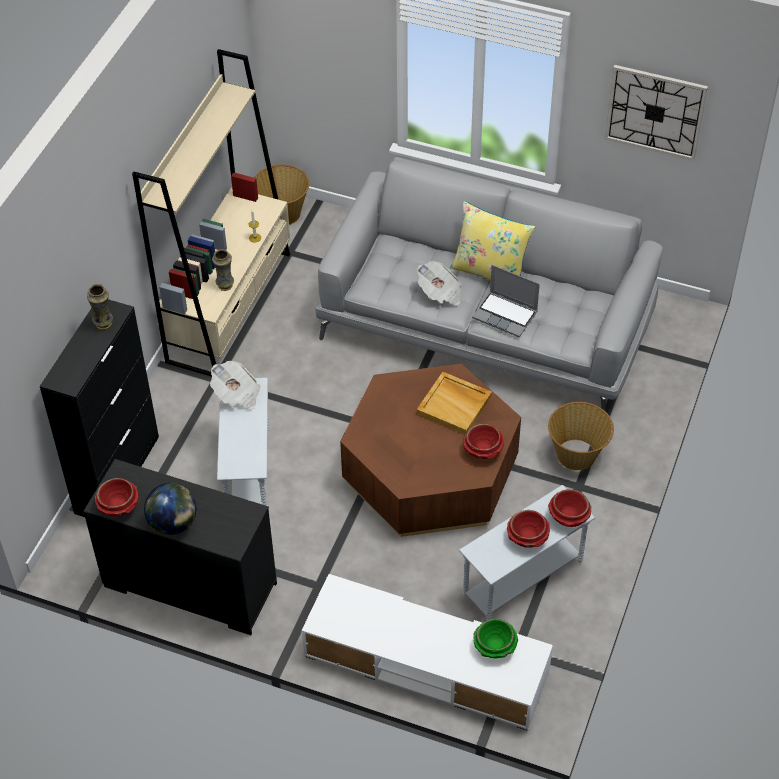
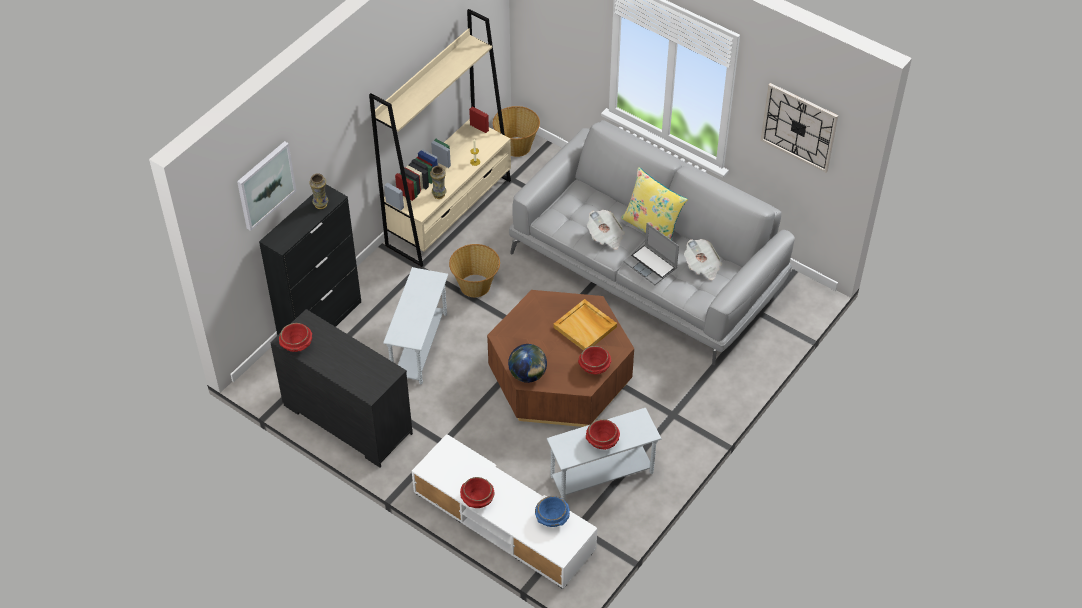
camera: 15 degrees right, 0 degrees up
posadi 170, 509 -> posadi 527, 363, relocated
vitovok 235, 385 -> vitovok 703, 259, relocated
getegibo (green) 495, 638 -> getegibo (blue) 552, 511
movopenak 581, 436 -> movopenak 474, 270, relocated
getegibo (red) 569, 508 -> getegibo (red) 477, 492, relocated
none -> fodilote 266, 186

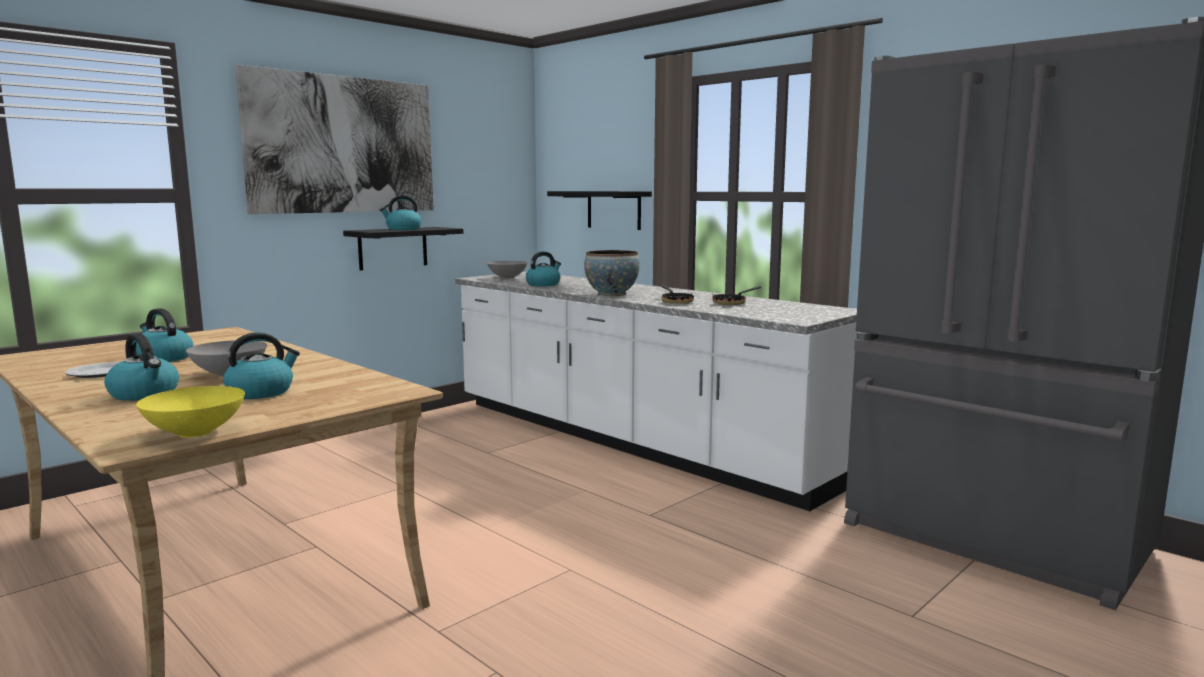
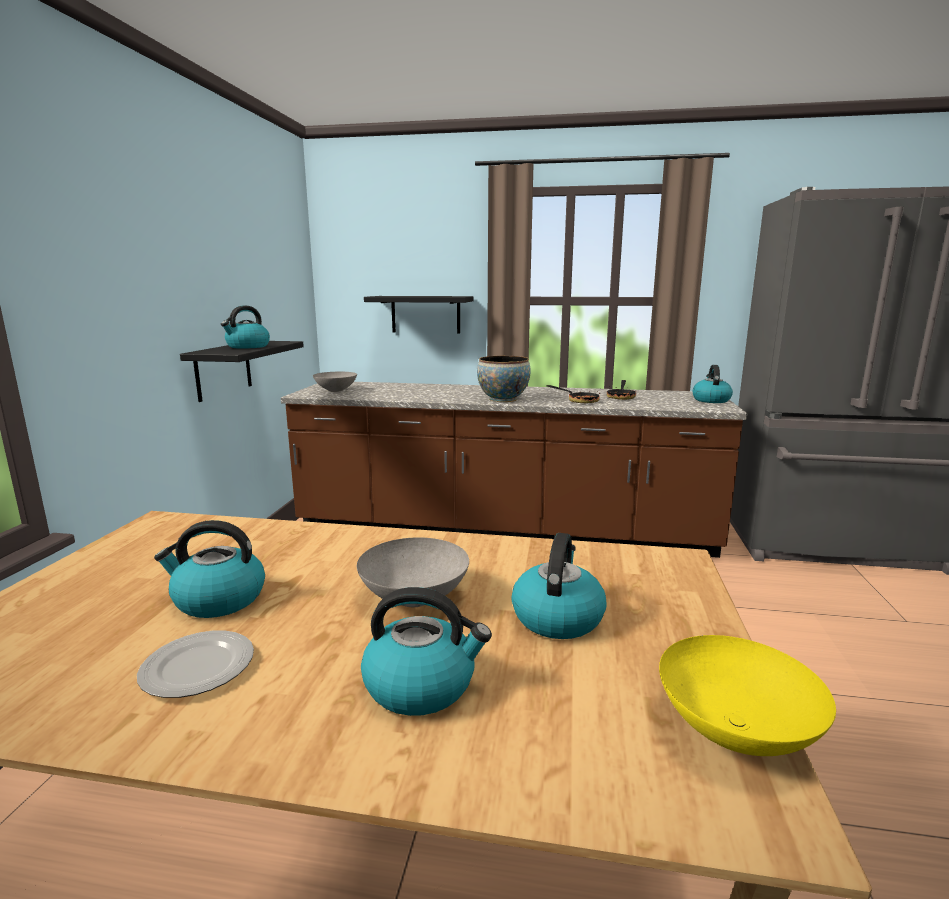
camera: 35 degrees left, 5 degrees up
fodilote 334, 139 -> none
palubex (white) 656, 391 -> palubex (brown) 514, 470
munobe 543, 268 -> munobe 713, 384, relocated

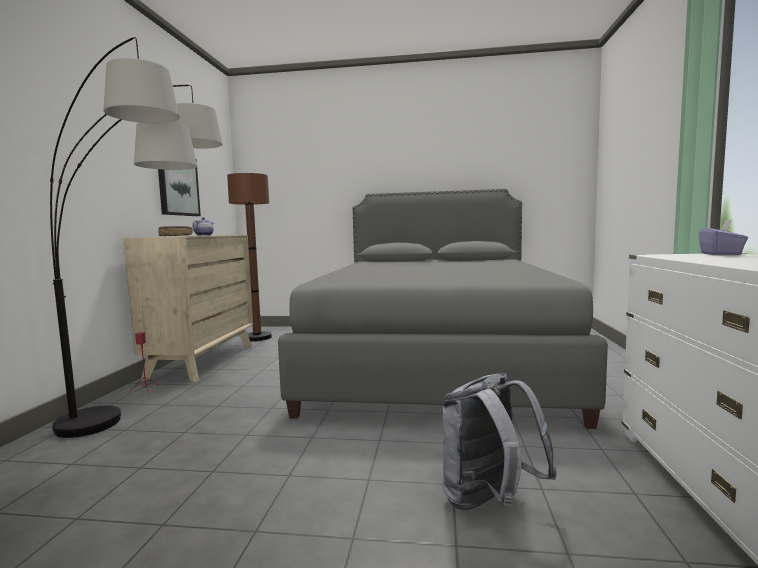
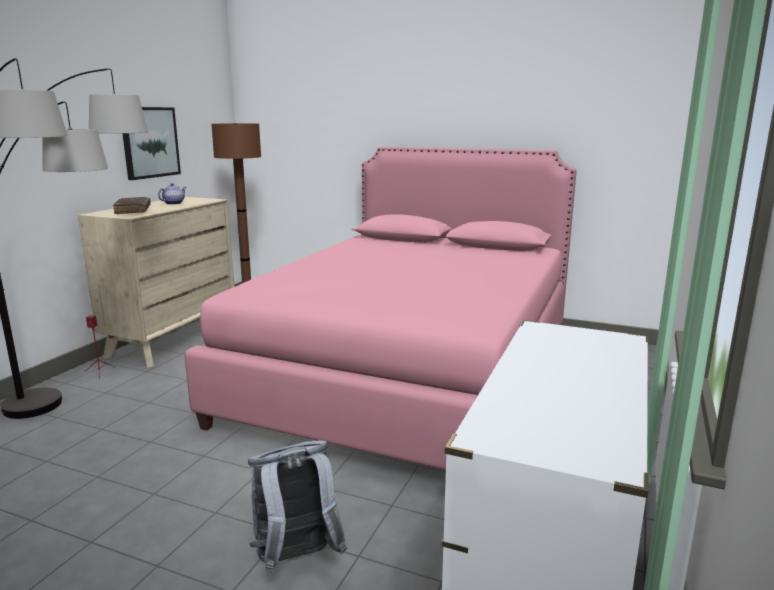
camera: 15 degrees right, 10 degrees up
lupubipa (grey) 443, 309 -> lupubipa (pink) 381, 308
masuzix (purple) 723, 237 -> none

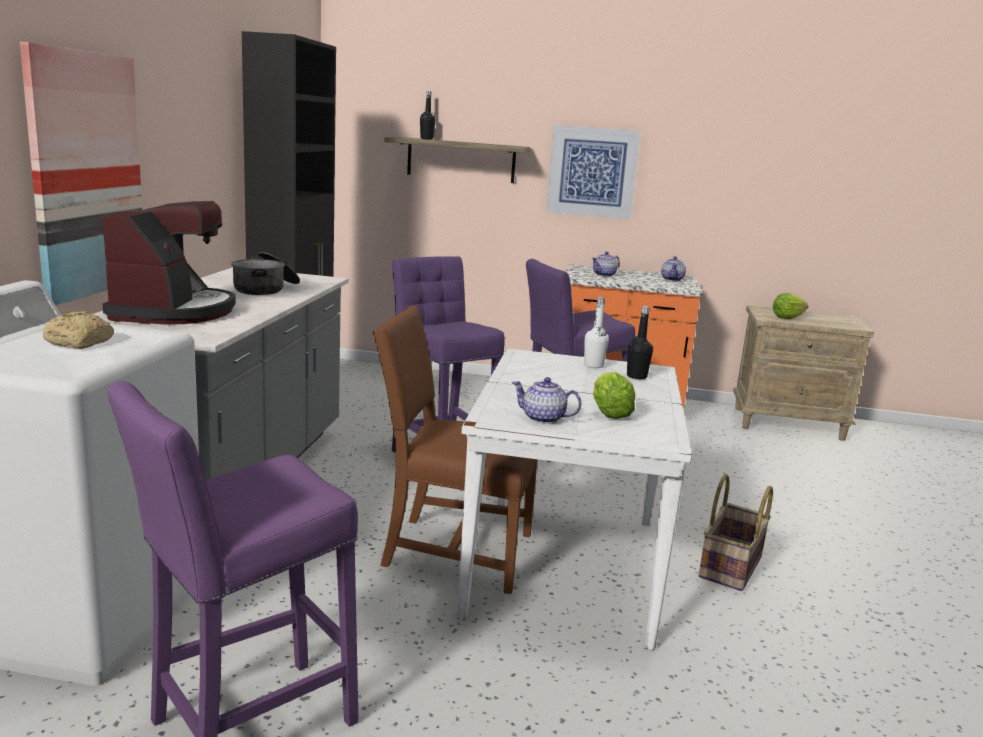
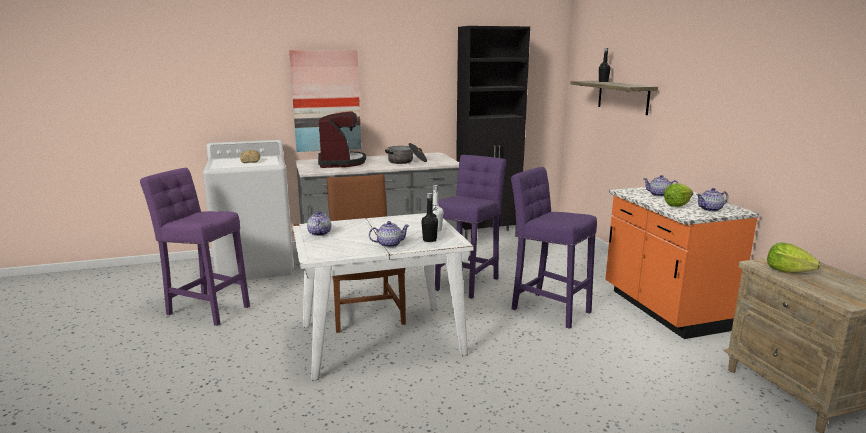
camera: 65 degrees right, 0 degrees up
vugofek 169, 263 -> vugofek 342, 140, 75 degrees counterclockwise
fodilote 593, 172 -> none
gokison 614, 395 -> gokison 678, 195, relocated
movopenak 736, 532 -> none
none -> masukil 389, 234

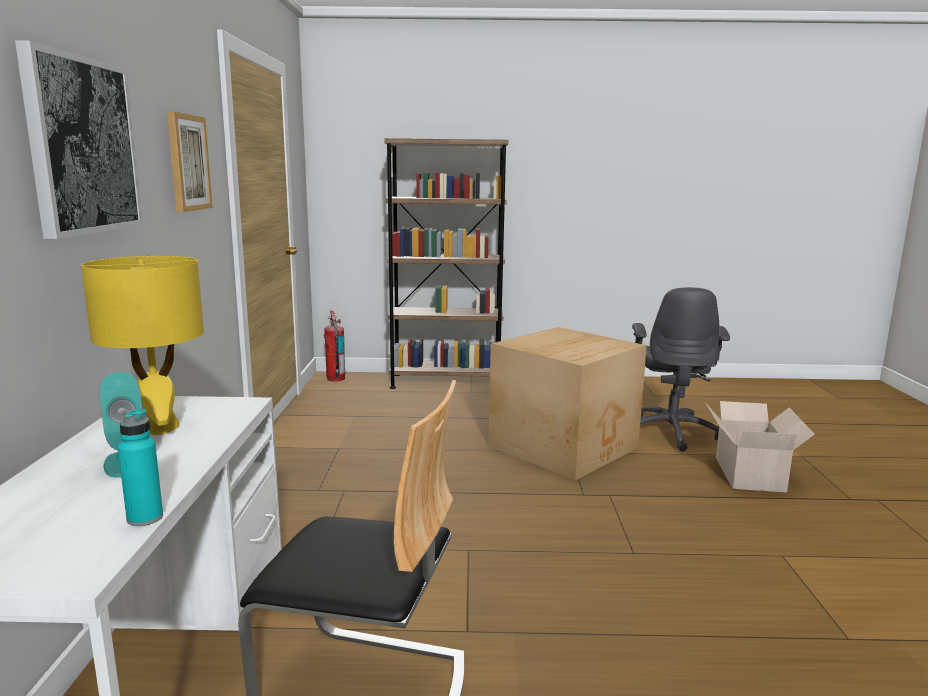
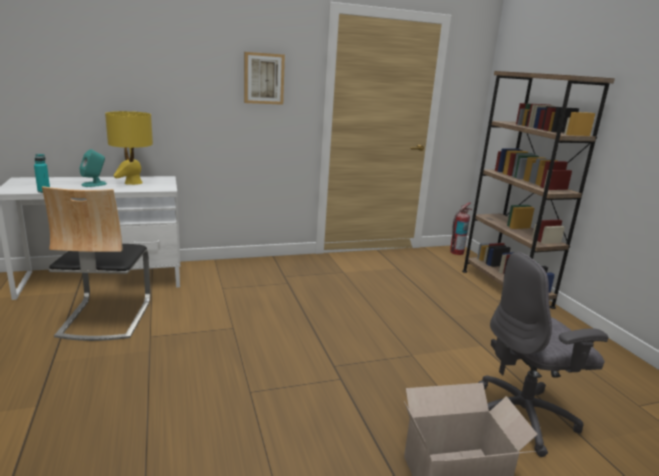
camera: 70 degrees right, 5 degrees up
fodilote 79, 139 -> none
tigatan 567, 403 -> none

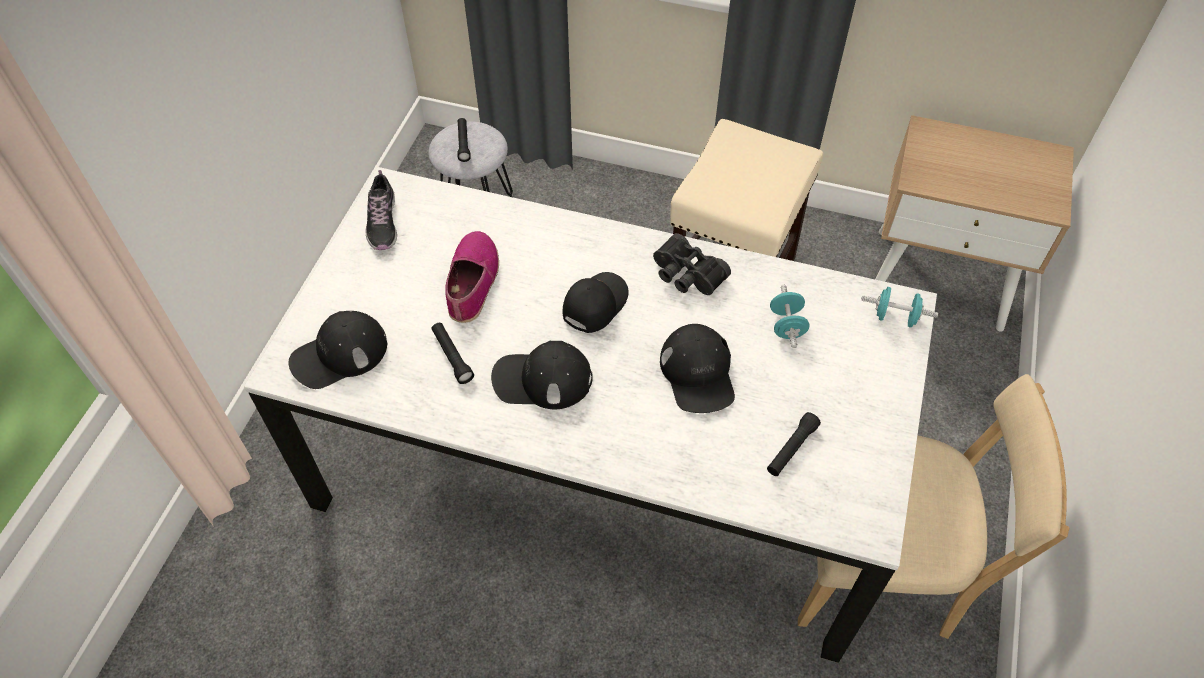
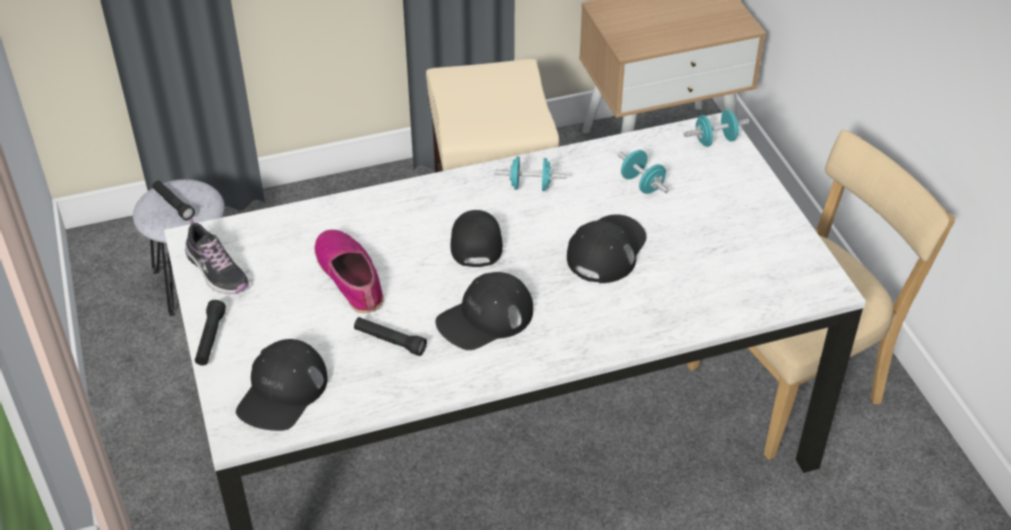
camera: 35 degrees left, 10 degrees down
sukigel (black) 692, 264 -> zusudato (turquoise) 531, 173
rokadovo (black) 697, 368 -> rokadovo (black) 606, 248, 105 degrees counterclockwise
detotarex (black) 794, 444 -> detotarex (black) 210, 333, relocated

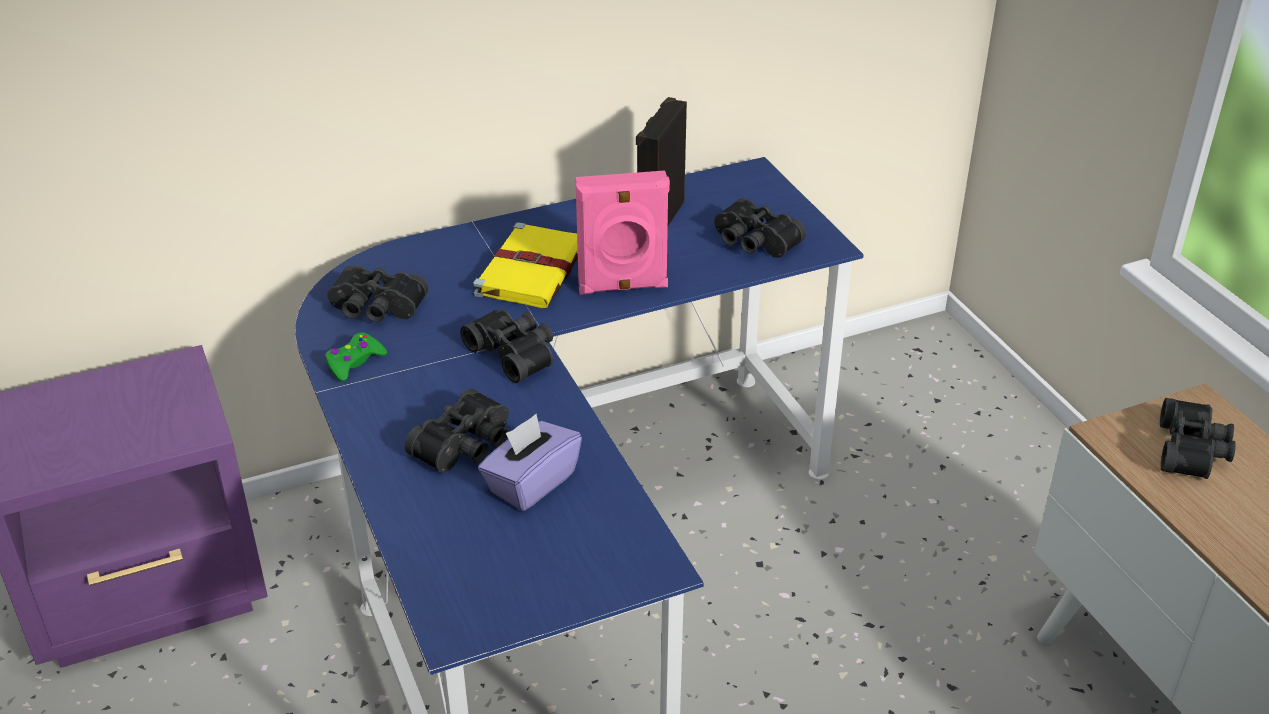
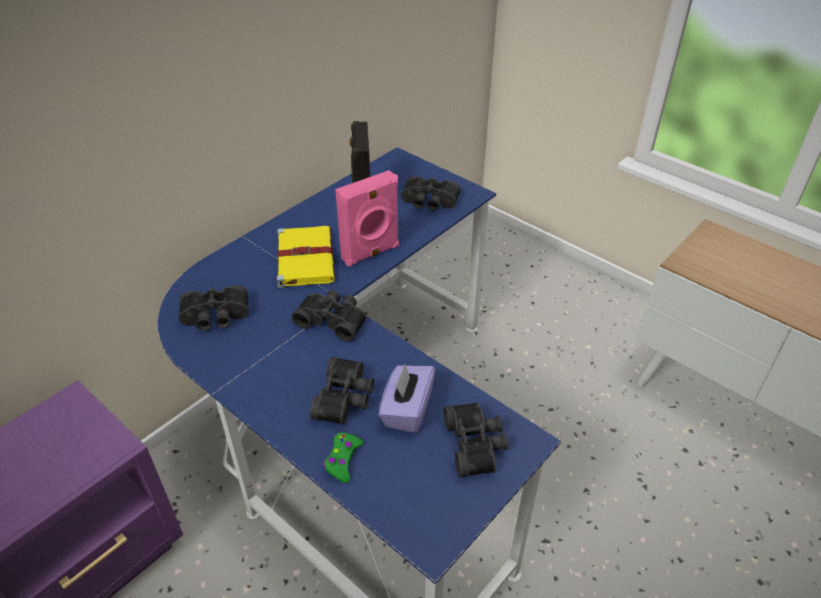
camera: 25 degrees left, 5 degrees up
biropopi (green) 356, 357 -> biropopi (green) 343, 458, relocated
sukigel (black) 1198, 438 -> sukigel (black) 476, 439, relocated

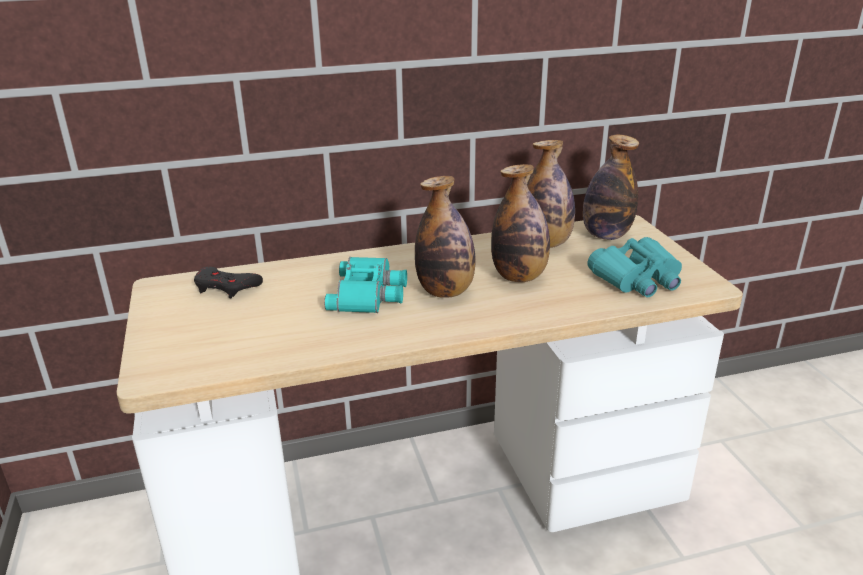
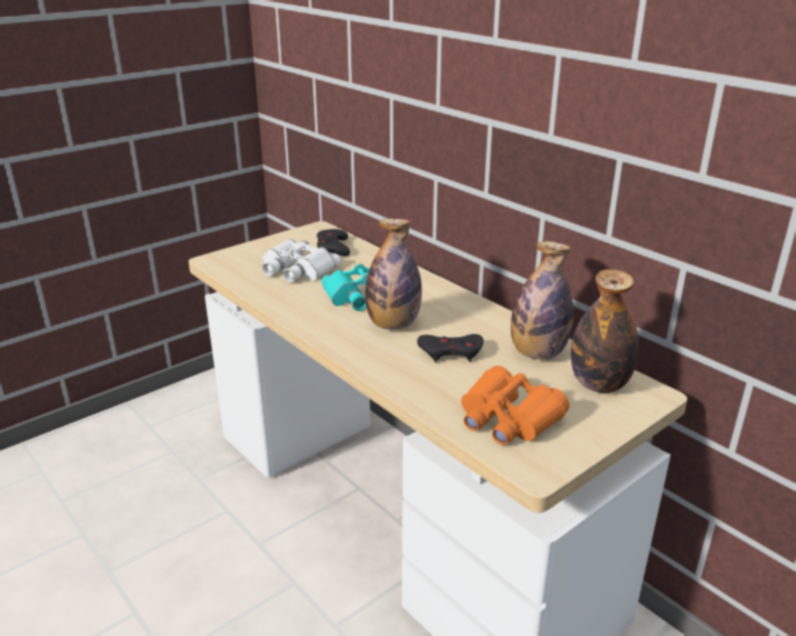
camera: 65 degrees right, 0 degrees up
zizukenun 520, 223 -> biropopi (black) 450, 348
sukigel (turquoise) 635, 267 -> sukigel (orange) 515, 405
none -> sukigel (white) 301, 261

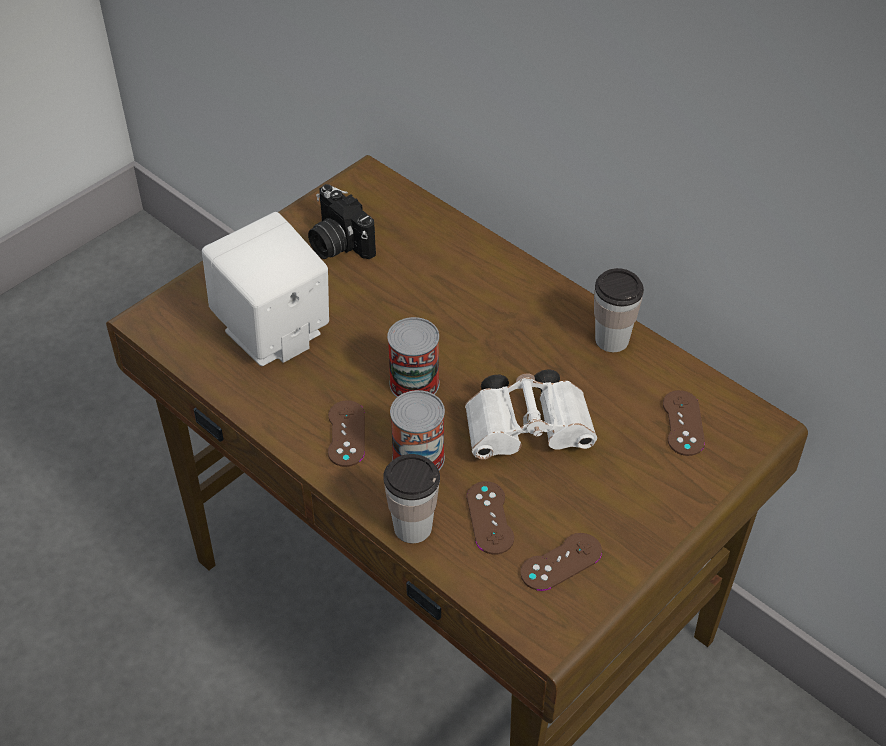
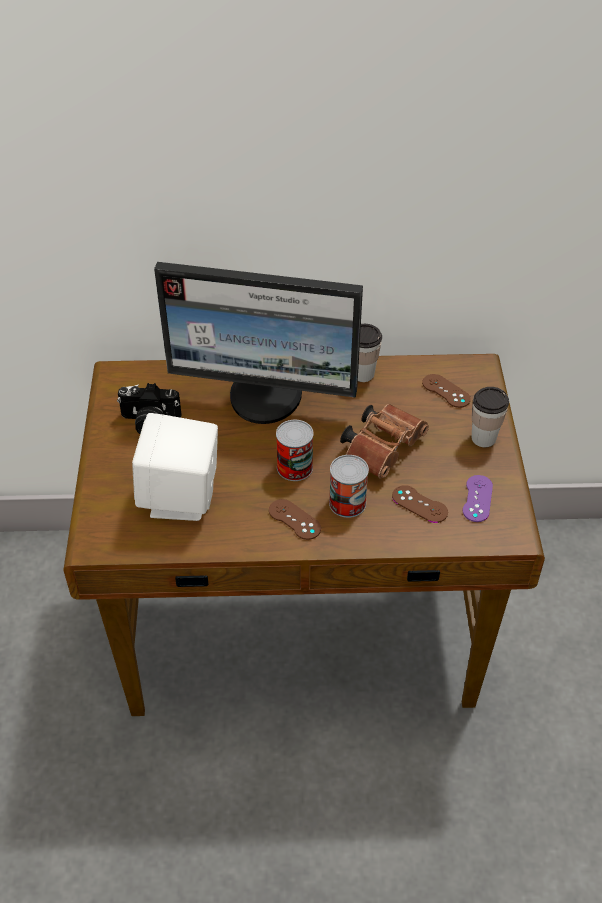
camera: 45 degrees left, 0 degrees up
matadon 411, 498 -> matadon 490, 417, relocated
sukigel (white) 531, 414 -> sukigel (brown) 384, 441
biropopi (brown) 561, 562 -> biropopi (purple) 478, 498
none -> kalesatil 258, 343

